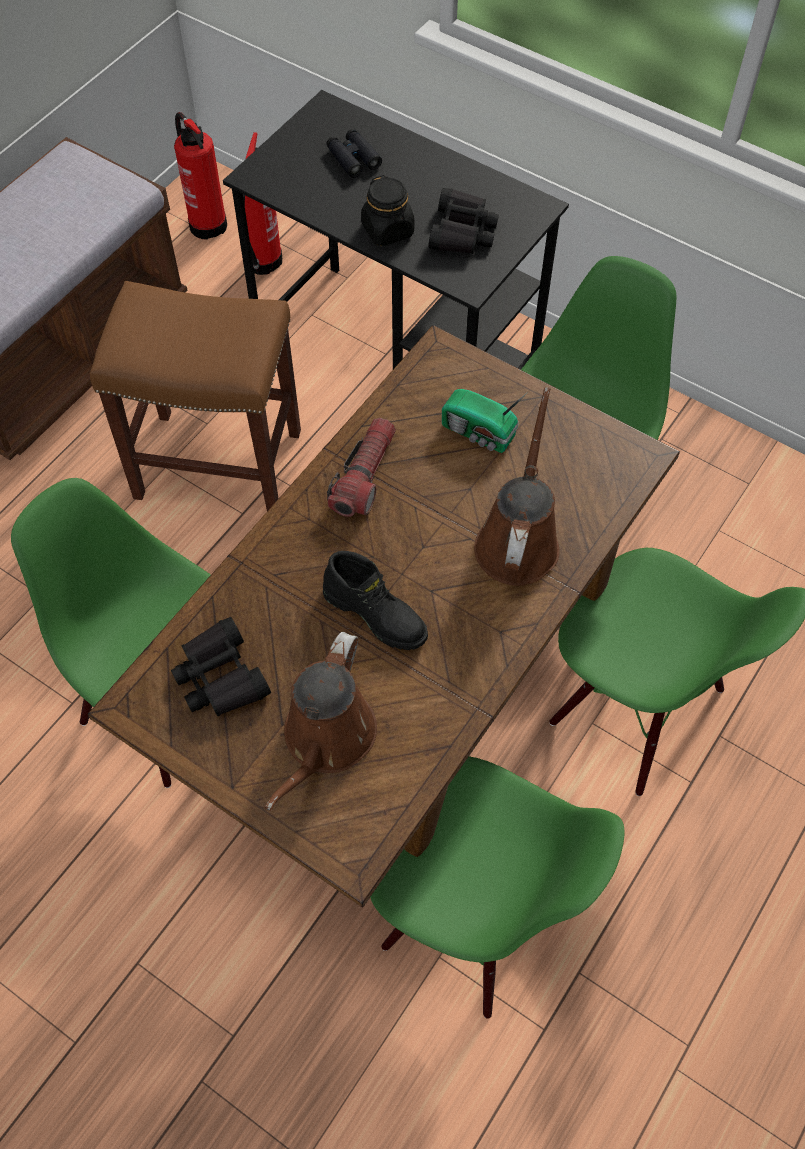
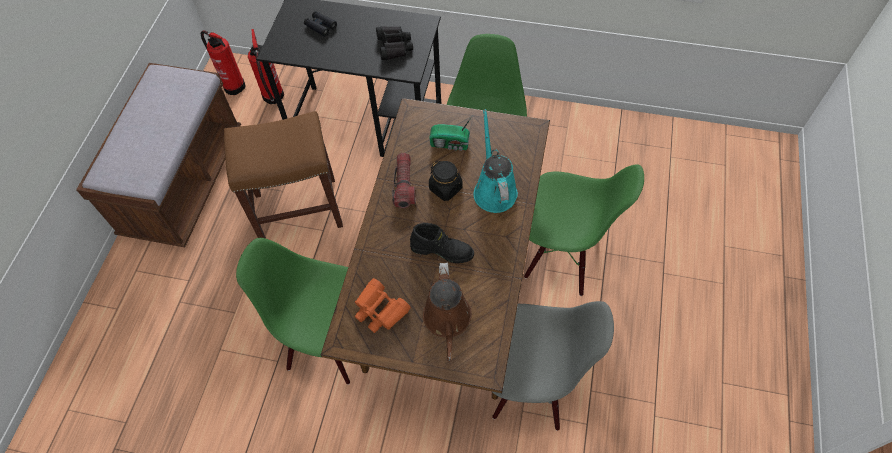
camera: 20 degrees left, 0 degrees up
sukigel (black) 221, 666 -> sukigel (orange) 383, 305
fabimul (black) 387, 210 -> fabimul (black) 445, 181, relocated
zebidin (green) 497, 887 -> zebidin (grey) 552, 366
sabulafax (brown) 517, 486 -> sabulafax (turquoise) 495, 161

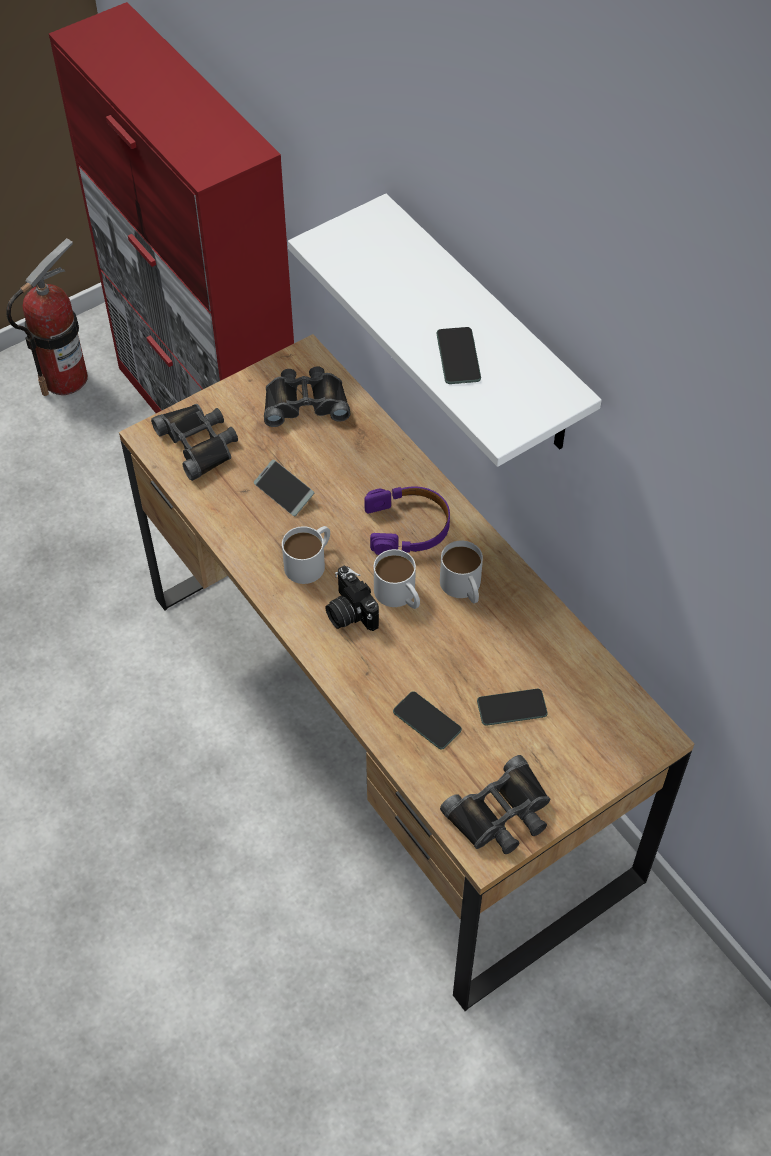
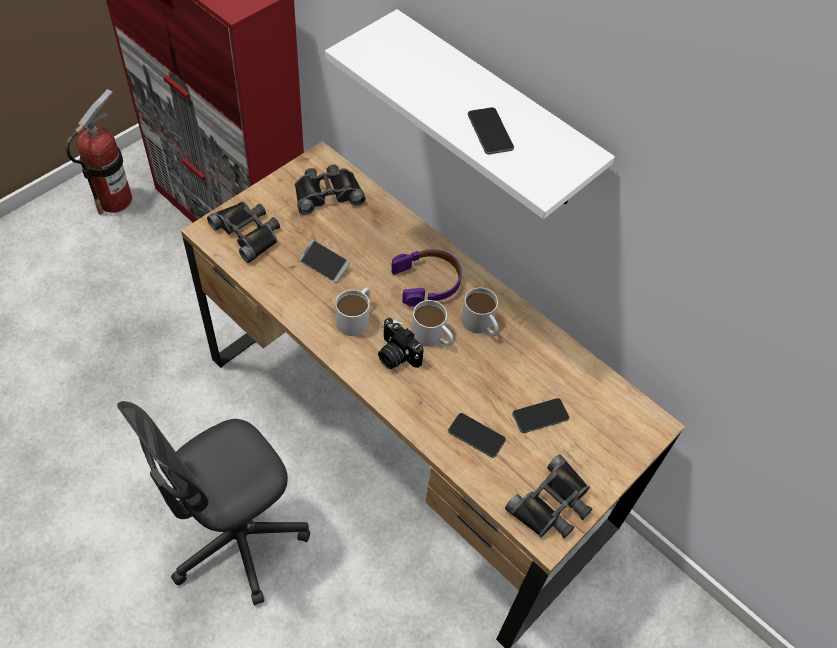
camera: 15 degrees left, 0 degrees up
none -> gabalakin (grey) 213, 503

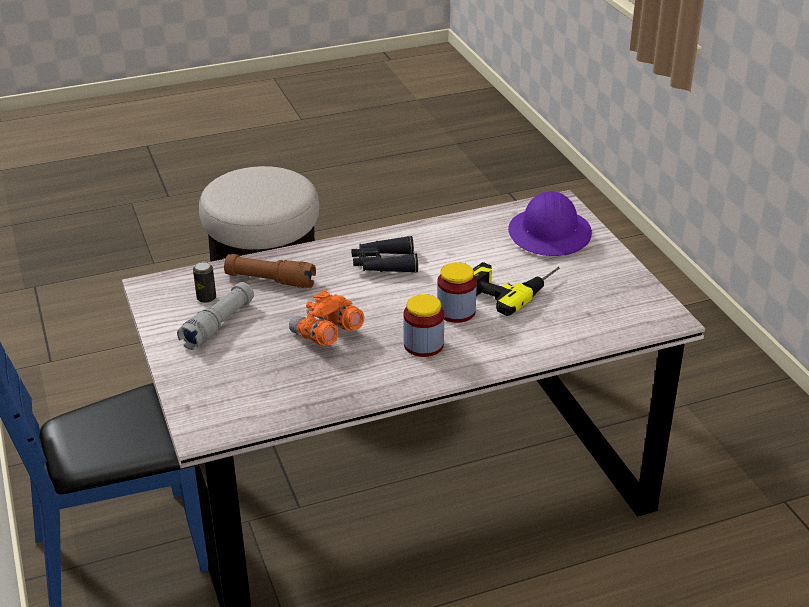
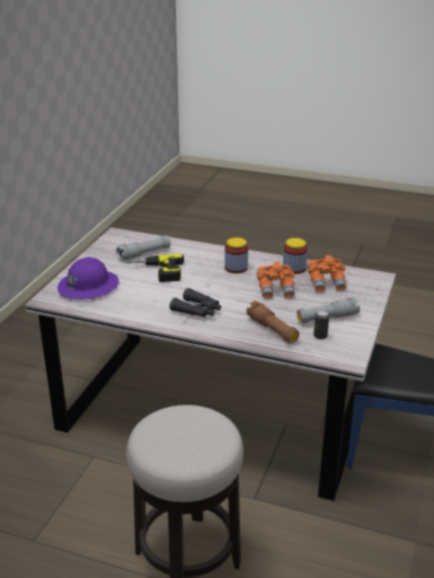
camera: 140 degrees left, 5 degrees down
fabimul 457, 292 -> fabimul 295, 256, relocated
none -> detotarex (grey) 143, 248
none -> sukigel (orange) 326, 273

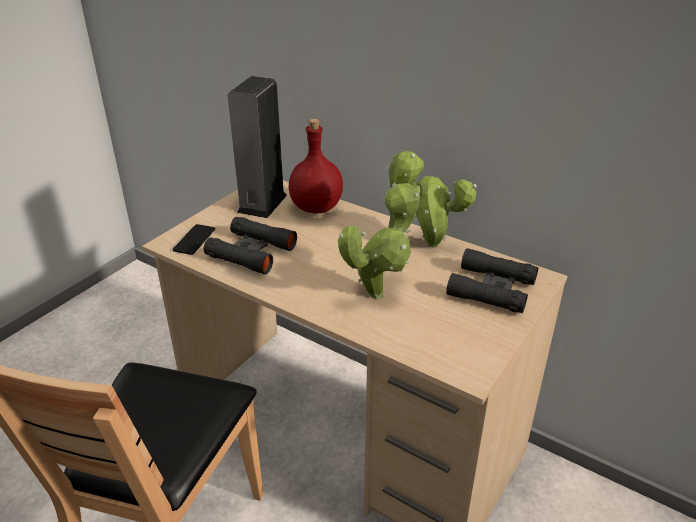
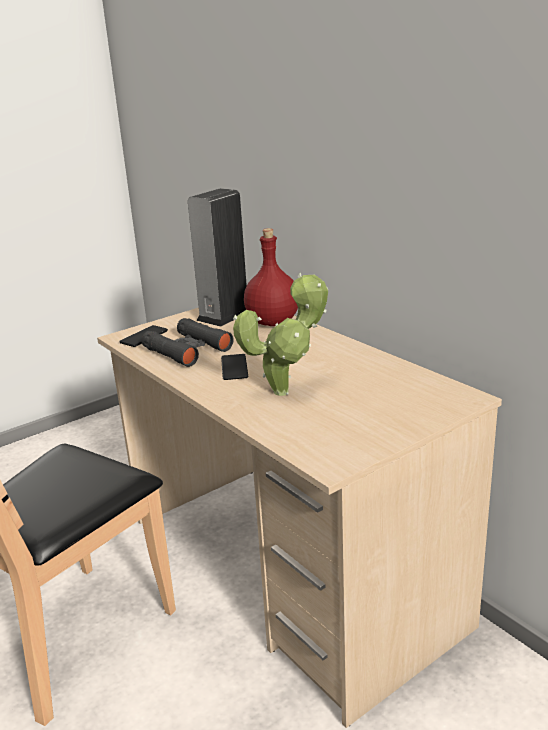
camera: 20 degrees right, 10 degrees down
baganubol 431, 198 -> none
sukigel (black) 492, 280 -> none
none -> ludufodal 234, 367

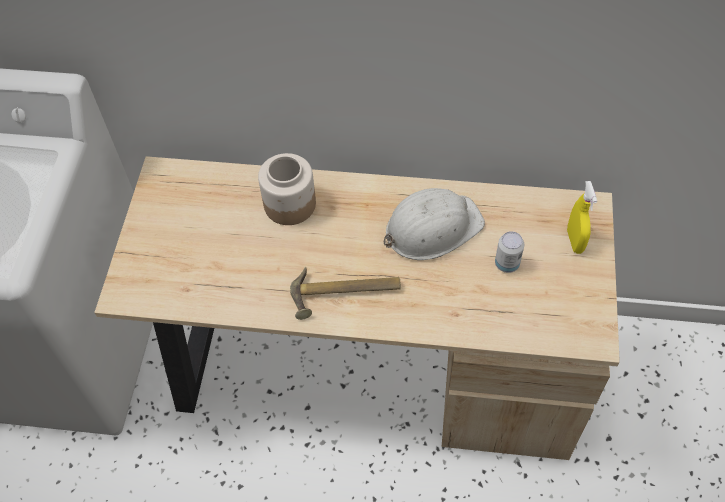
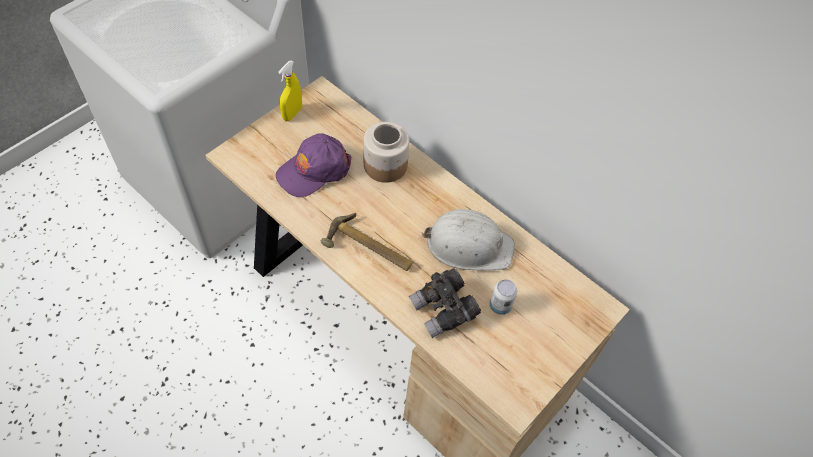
camera: 30 degrees right, 0 degrees up
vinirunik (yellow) 582, 217 -> vinirunik (yellow) 290, 91, relocated
none -> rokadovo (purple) 314, 165
none -> sukigel (grey) 445, 303

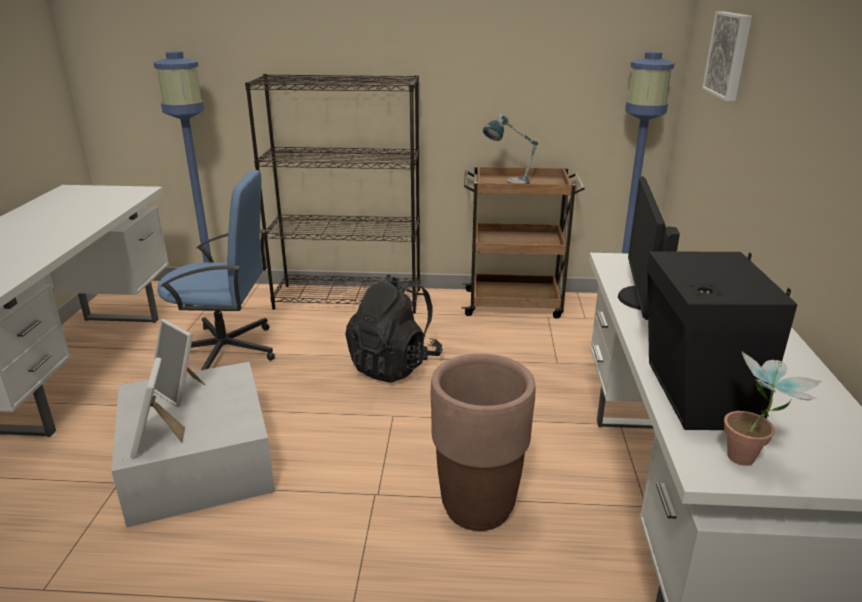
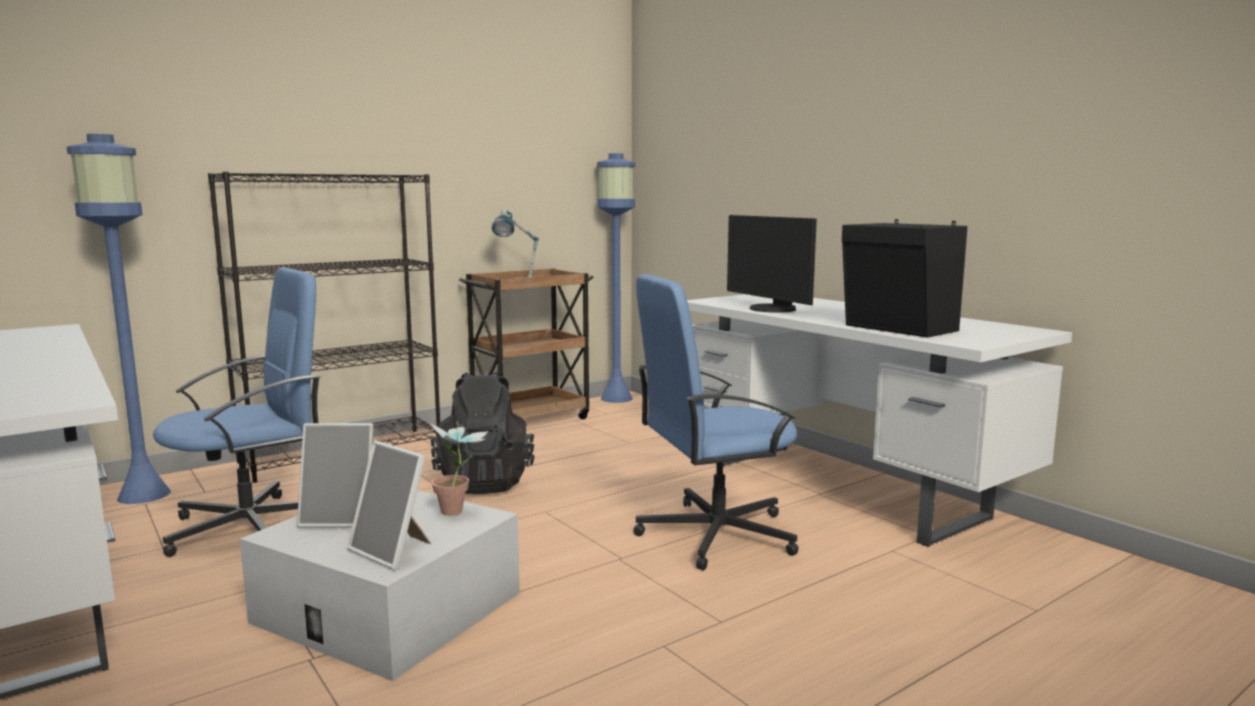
camera: 40 degrees left, 15 degrees down
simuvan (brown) 483, 442 -> gabalakin (blue) 716, 422
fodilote 727, 56 -> none
baganubol 772, 409 -> baganubol 459, 468, relocated

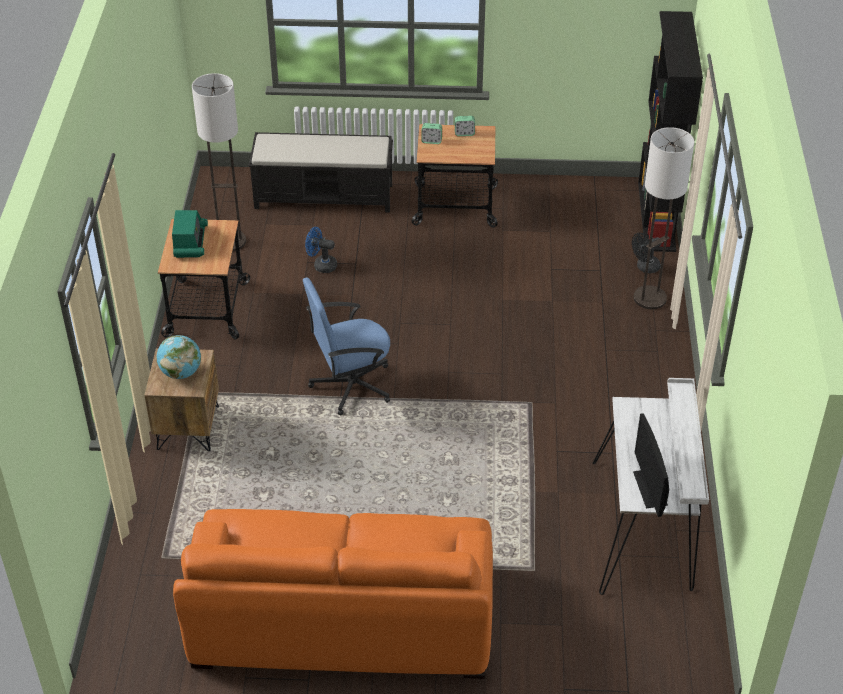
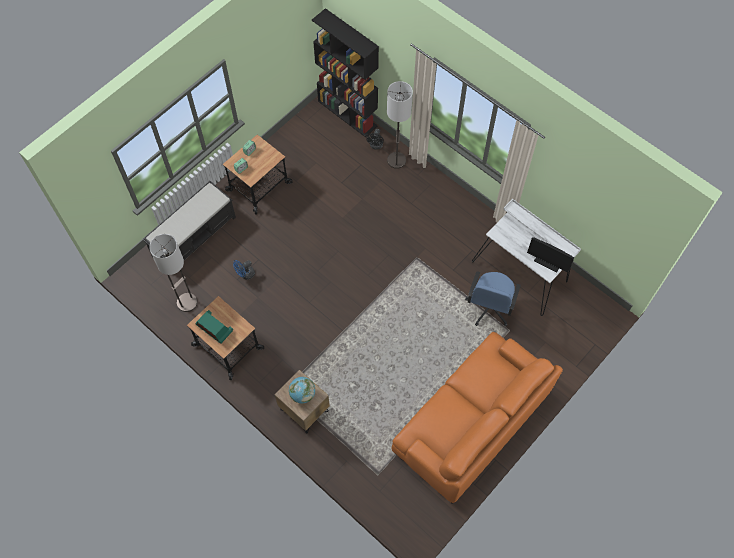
camera: 50 degrees left, 20 degrees up
gabalakin (blue) 346, 346 -> gabalakin (blue) 493, 298, relocated

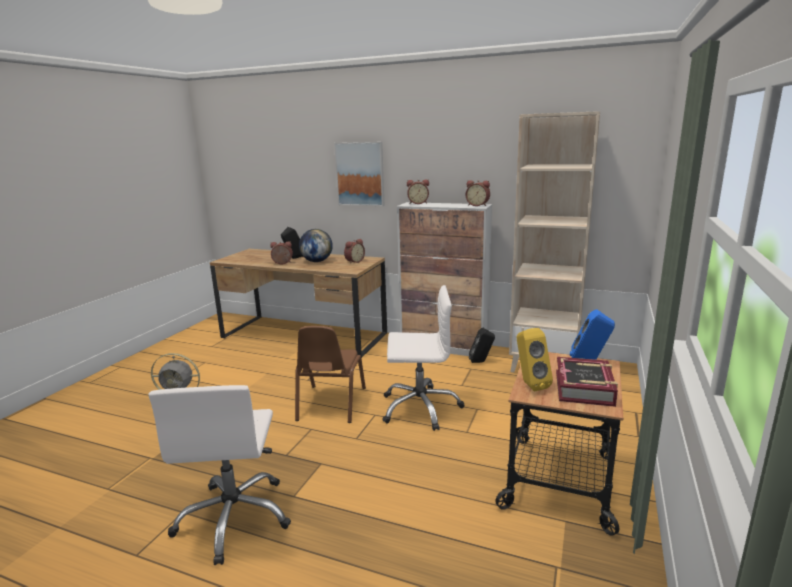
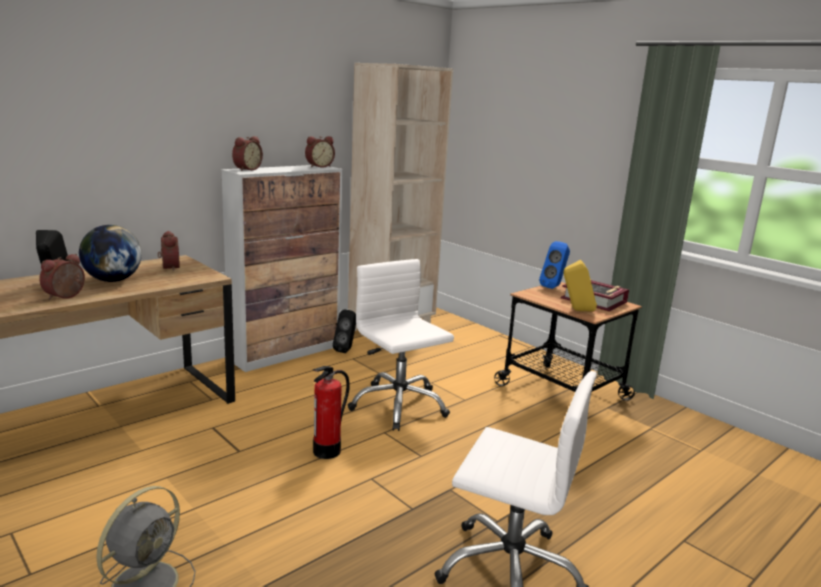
camera: 65 degrees left, 0 degrees up
zebidin (brown) 330, 374 -> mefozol 331, 412
fodilote 359, 174 -> none
gabalakin (white) 423, 358 -> gabalakin (white) 401, 345, 60 degrees counterclockwise

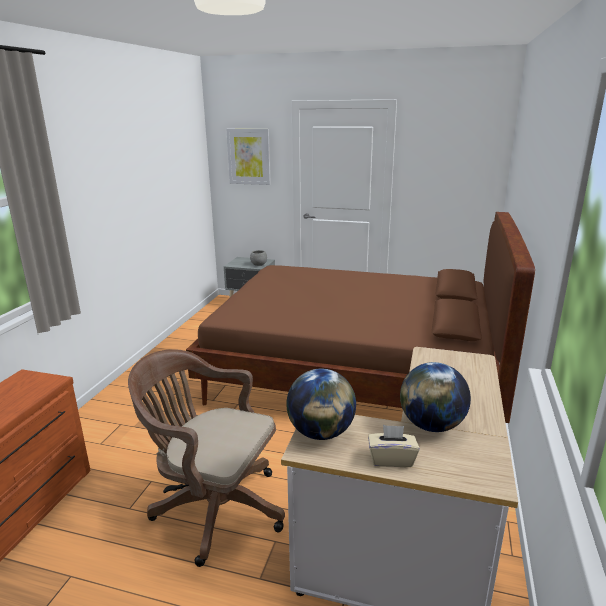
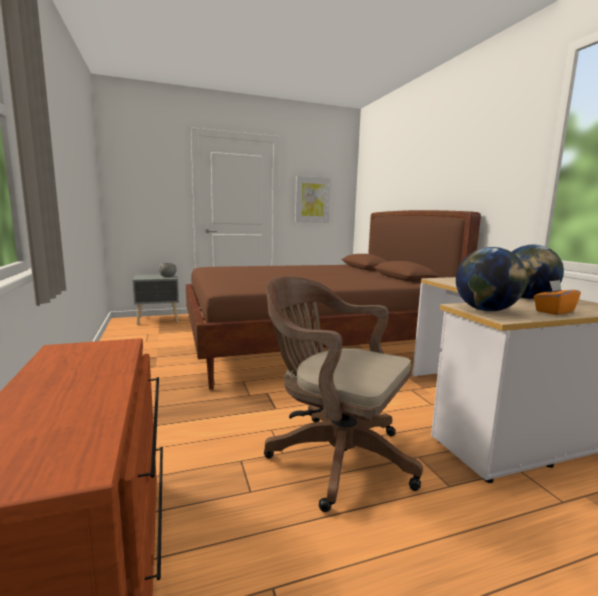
camera: 35 degrees left, 10 degrees down
gabalakin (brown) 206, 458 -> gabalakin (brown) 343, 394, 45 degrees clockwise
fodilote 248, 157 -> fodilote 313, 199, relocated
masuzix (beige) 393, 446 -> masuzix (orange) 557, 297

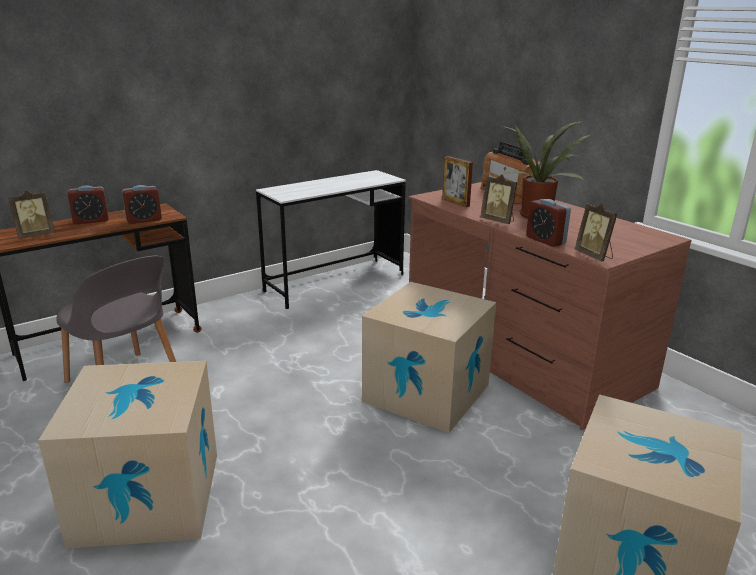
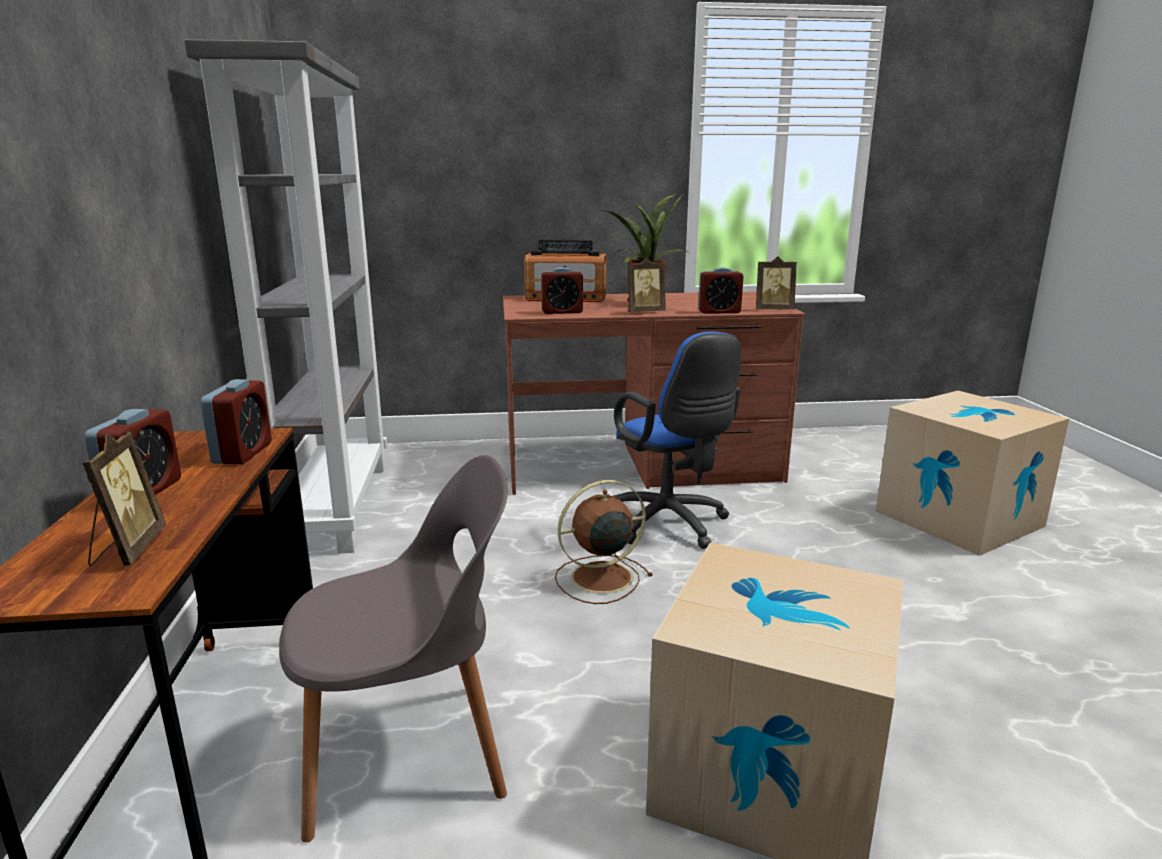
camera: 60 degrees left, 5 degrees down
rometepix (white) 331, 239 -> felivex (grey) 285, 296
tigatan 429, 357 -> gabalakin (blue) 677, 440
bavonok 457, 181 -> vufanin 562, 290
none -> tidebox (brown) 604, 542

